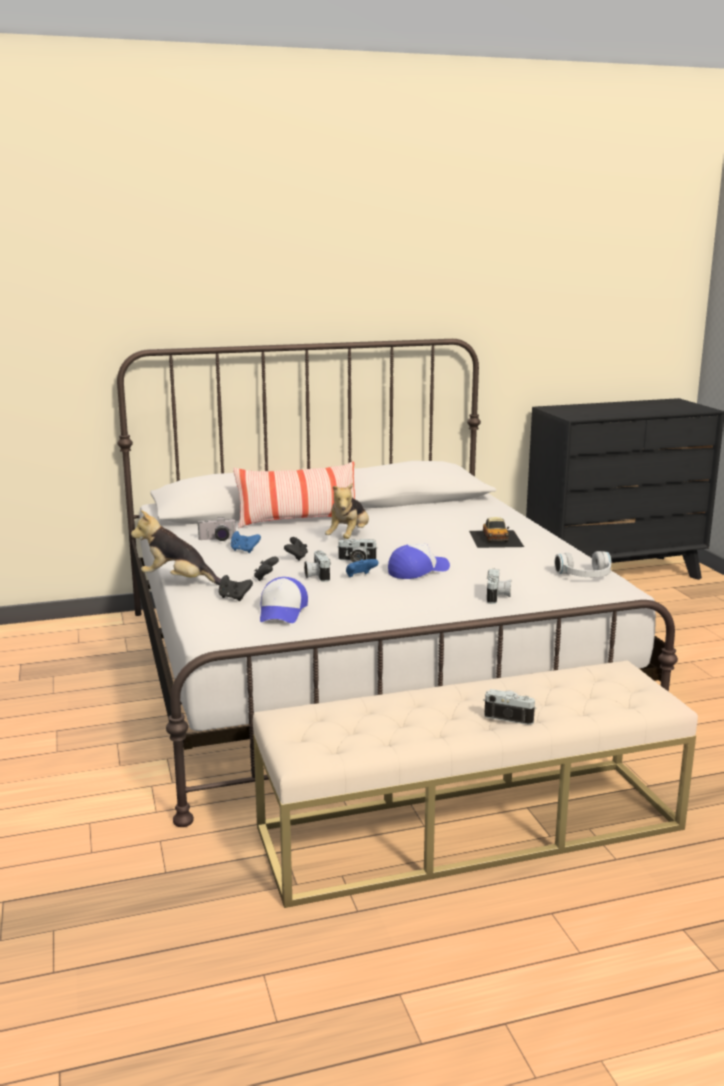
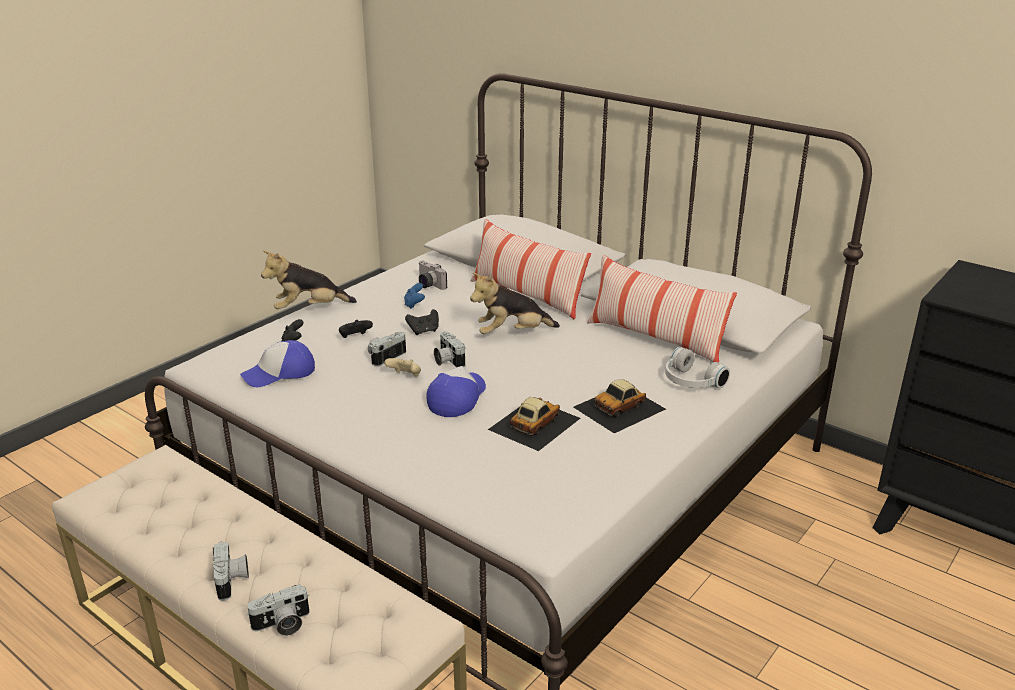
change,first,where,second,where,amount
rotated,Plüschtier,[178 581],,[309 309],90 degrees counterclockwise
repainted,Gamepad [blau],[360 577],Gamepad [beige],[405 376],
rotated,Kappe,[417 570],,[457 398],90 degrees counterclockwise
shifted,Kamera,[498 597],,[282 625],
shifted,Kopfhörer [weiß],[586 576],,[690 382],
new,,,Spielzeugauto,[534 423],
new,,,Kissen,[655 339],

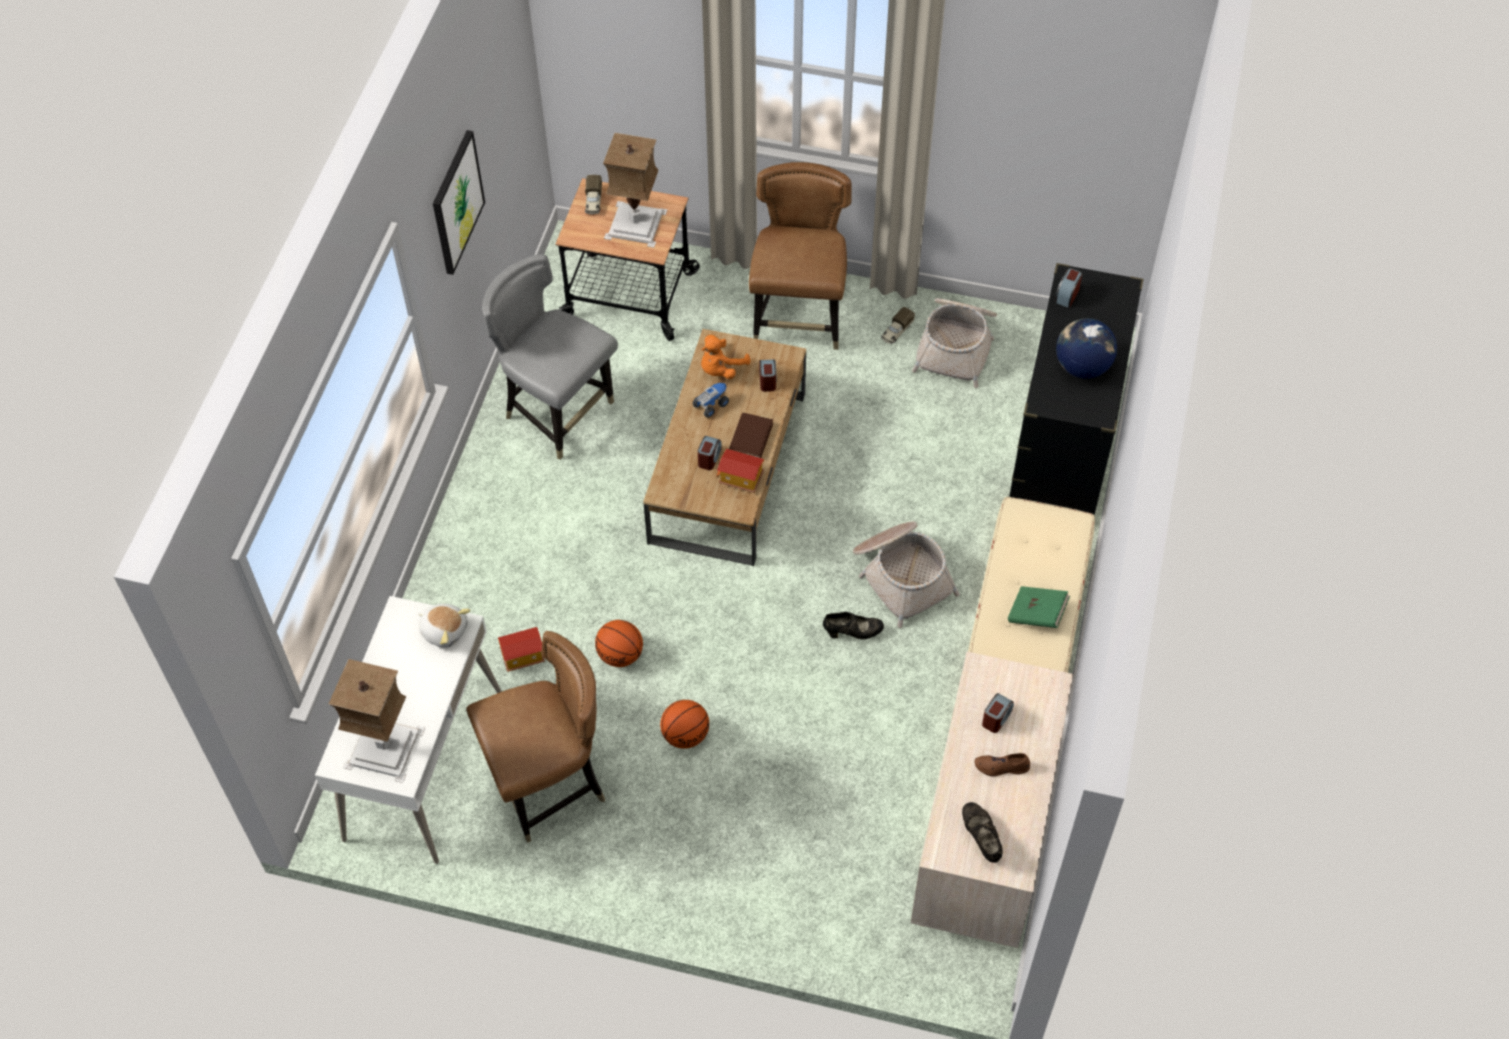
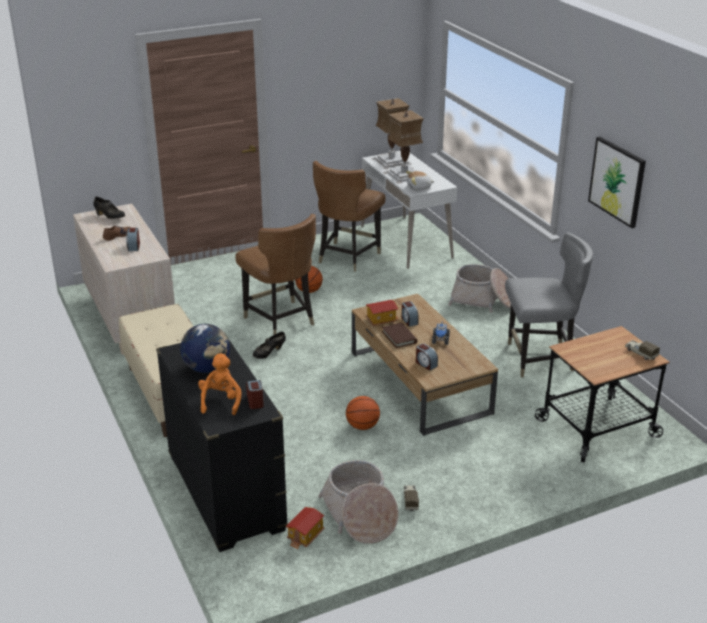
change,first,where,second,where,amount
shifted,Spielzeughaus,[523 655],,[306 536],
shifted,Basketball,[621 655],,[362 426],
shifted,Tischlampe,[636 225],,[403 175],
shifted,Plüschtier [orange],[721 369],,[221 401],
shifted,Stuhl [braun],[799 319],,[280 320],
shifted,Korb,[901 576],,[482 300],
gone,Buch [grün],[1037 615],,,

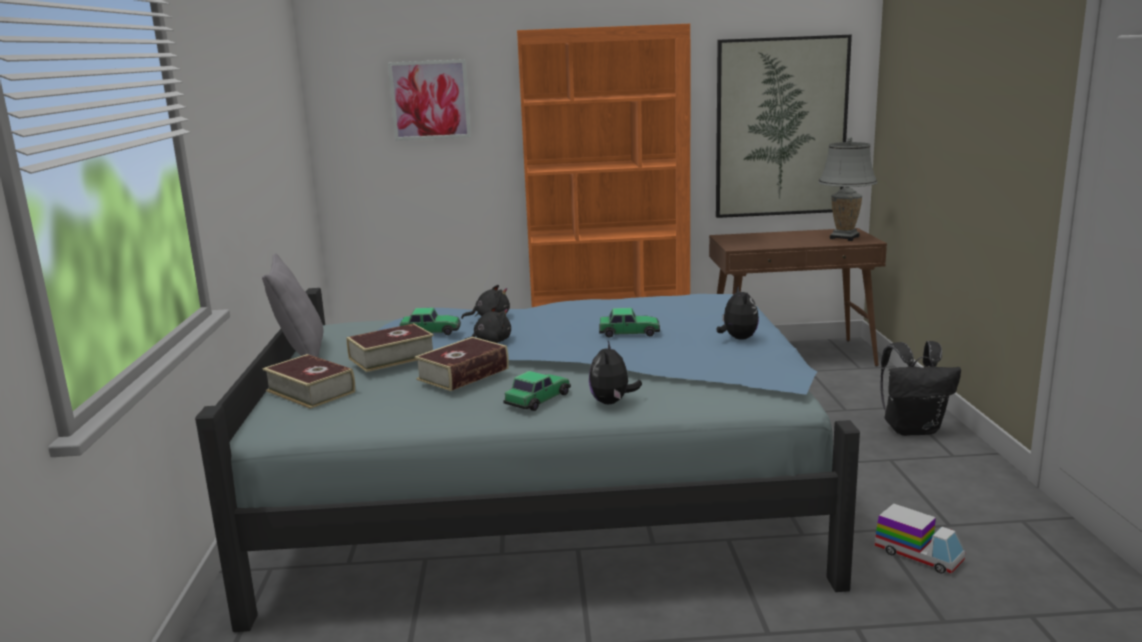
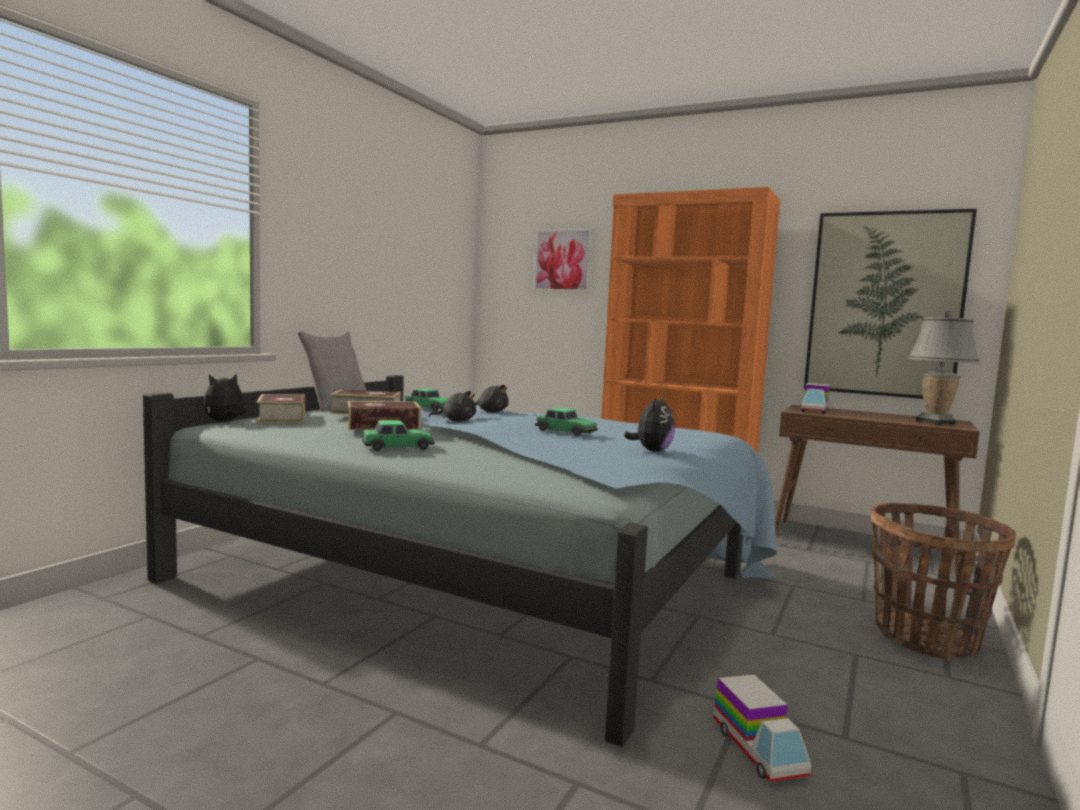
change,first,where,second,where,amount
shifted,Plüschtier,[612 402],,[225 422],
swapped,Rucksack [schwarz],[913 429],Korb,[926 638],
new,,,Spielzeuglaster,[814 410],

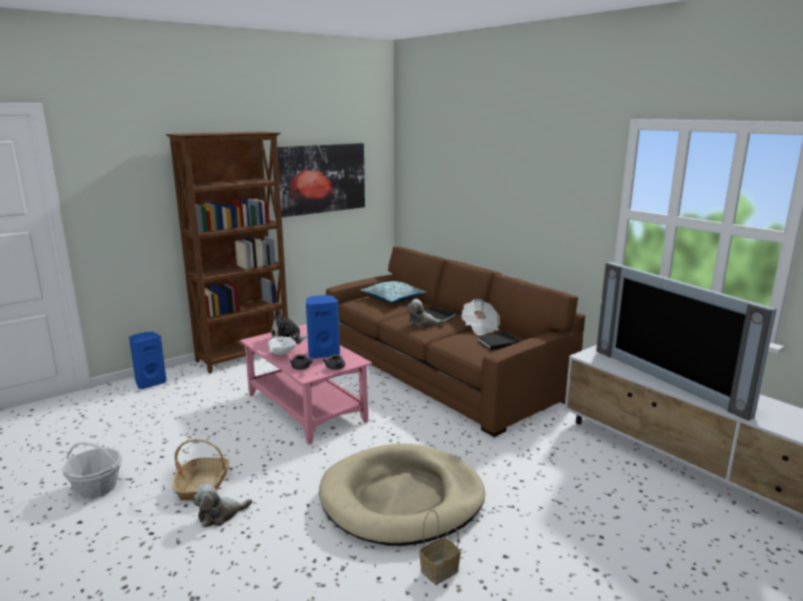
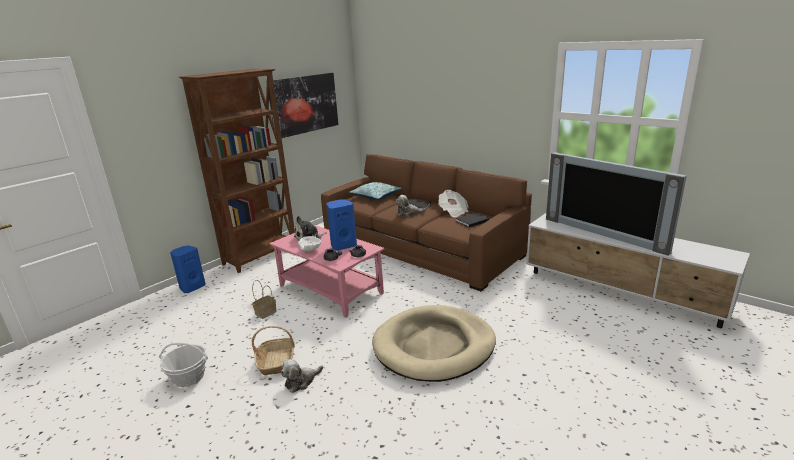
change,first,where,second,where,amount
shifted,Korb,[439 571],,[265 313],

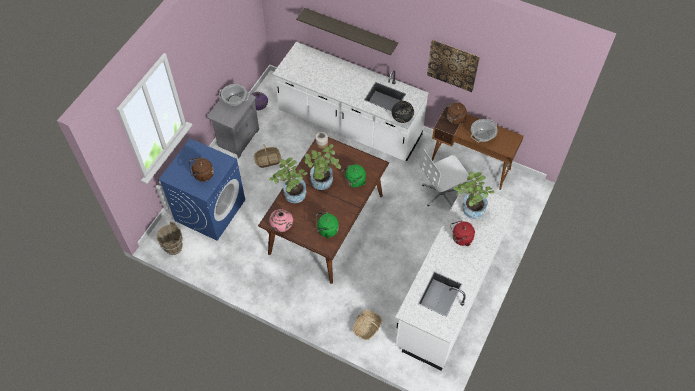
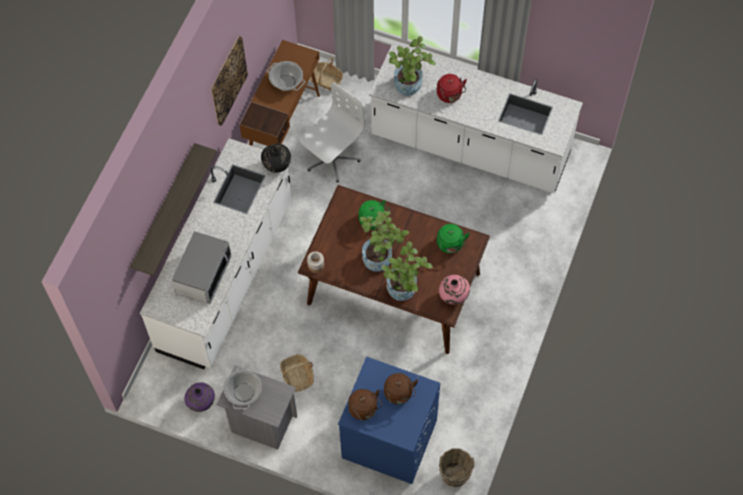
change,first,where,second,where,amount
shifted,Korb,[367 327],,[325 80],
rotated,Bürostuhl [weiß],[442 193],,[332 159],105 degrees counterclockwise
shifted,Wasserkessel [braun],[454 119],,[364 410],
new,,,Mikrowelle,[203 275],

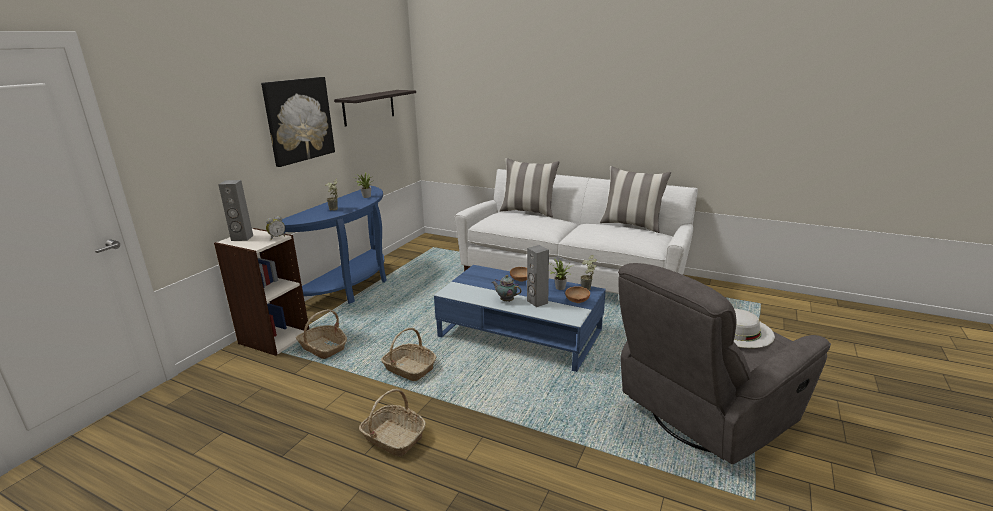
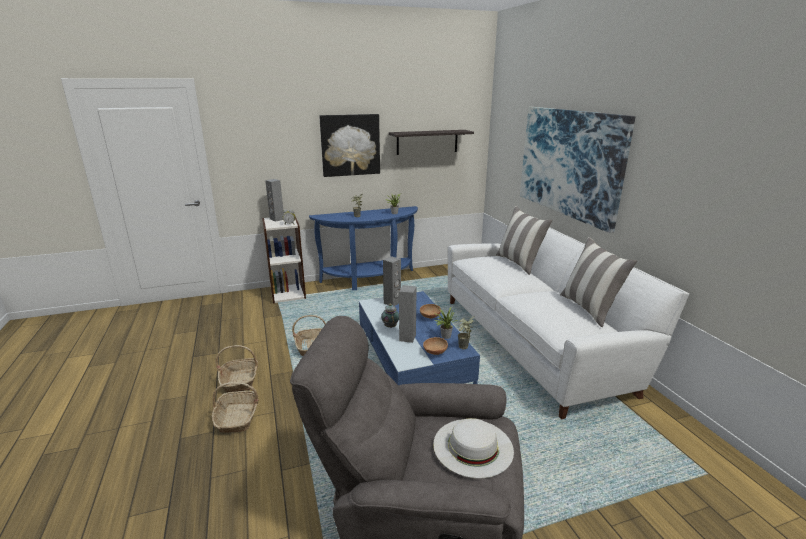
change,first,where,second,where,amount
shifted,Korb,[323 348],,[237 418],
new,,,Lautsprecher [grau],[392 303],
new,,,Bild,[569 163],

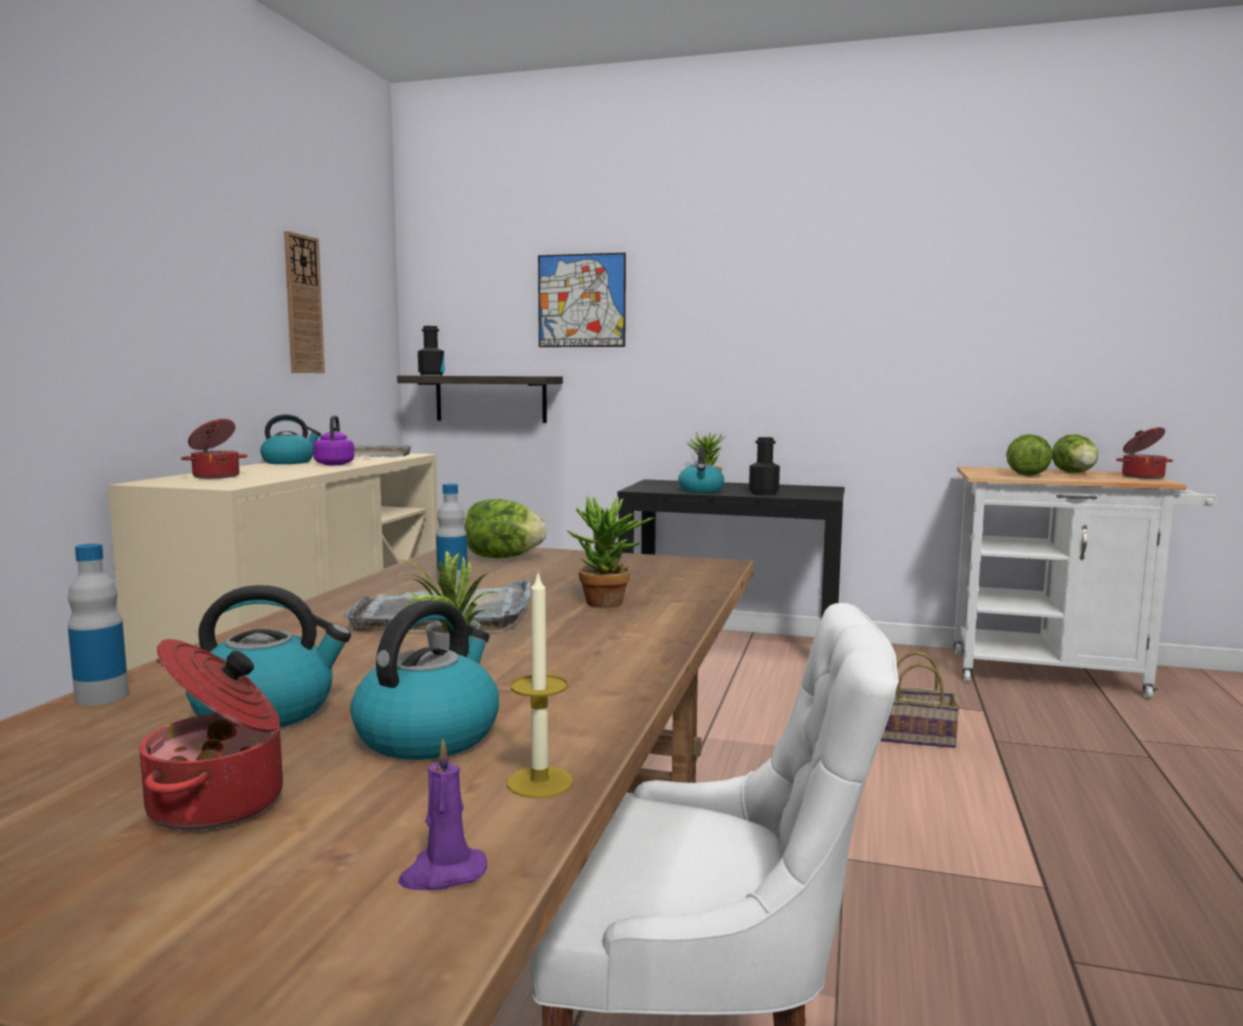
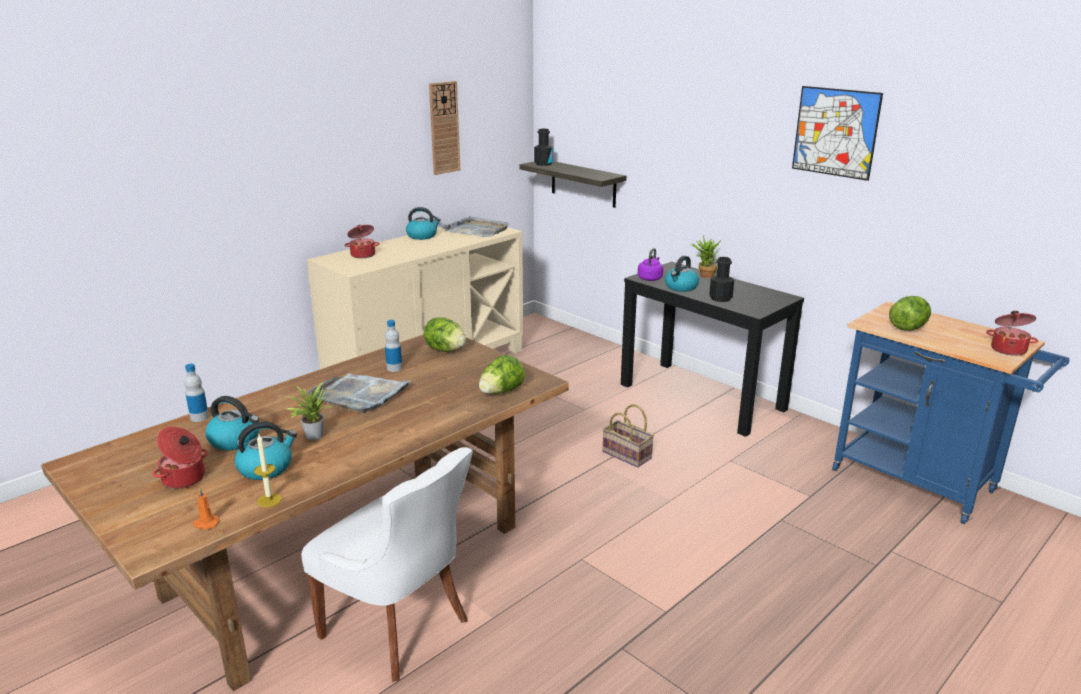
change,first,where,second,where,amount
shifted,Wasserkessel [lila],[335 464],,[650 278],
repainted,Kerze [lila],[442 874],Kerze [orange],[206 524],
shifted,Bild,[581 301],,[835 132],
gone,Topfpflanze,[609 605],,,
shifted,Korb,[917 737],,[628 455],
repainted,Rollwagen [weiß],[1059 675],Rollwagen [blau],[923 484],
shifted,Salatkopf,[1076 473],,[501 392],

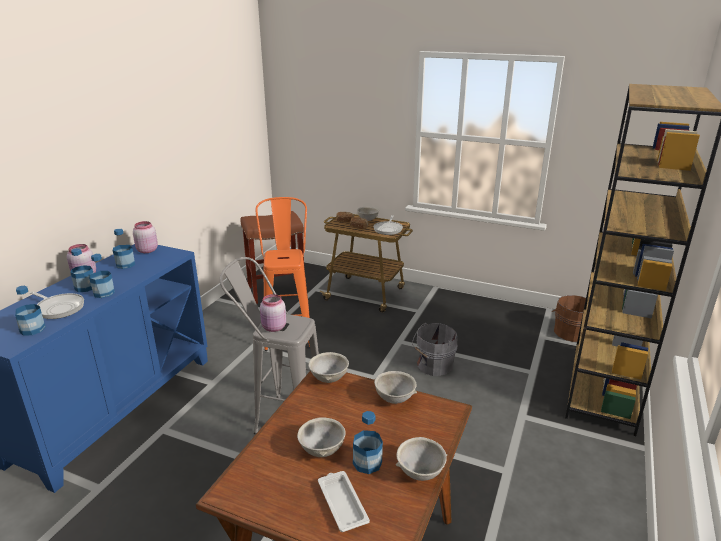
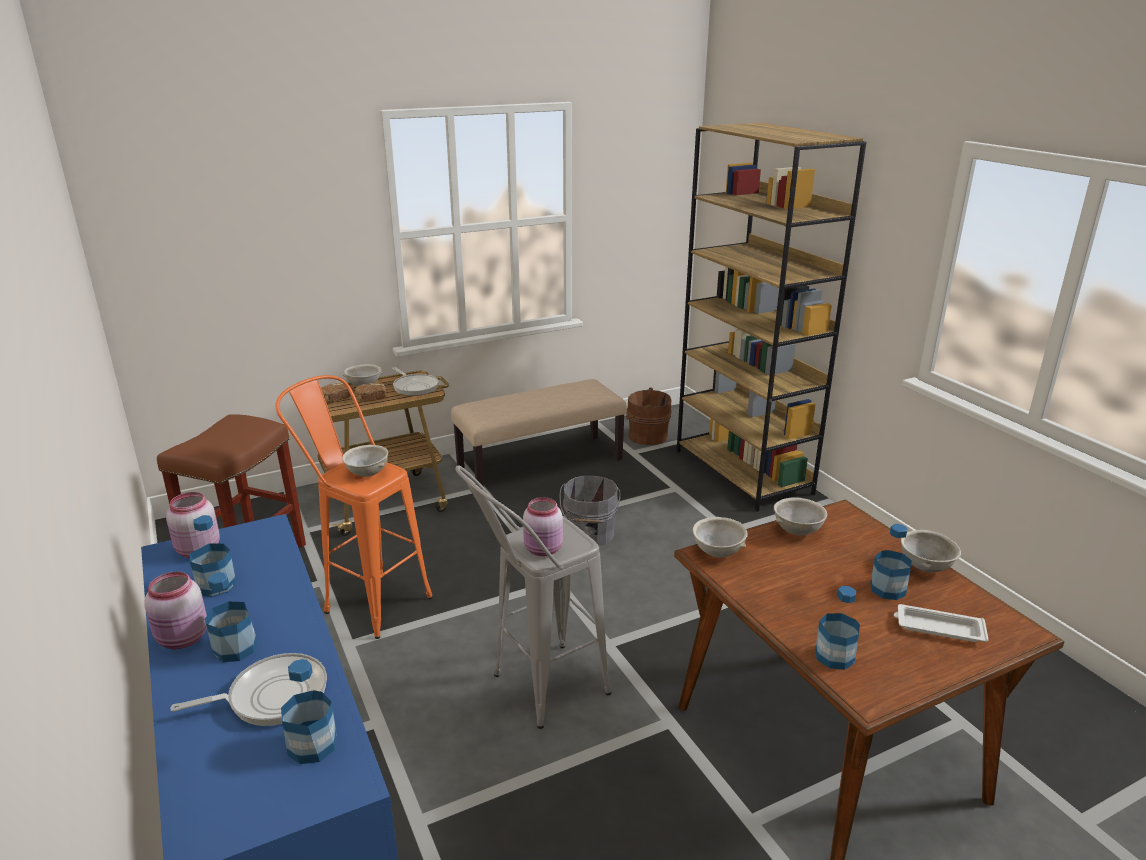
change,first,where,second,where,amount
shifted,Flasche,[104 293],,[834 656],
shifted,Schüssel [grau],[321 450],,[367 474],
new,,,Bank [beige],[540 463],

